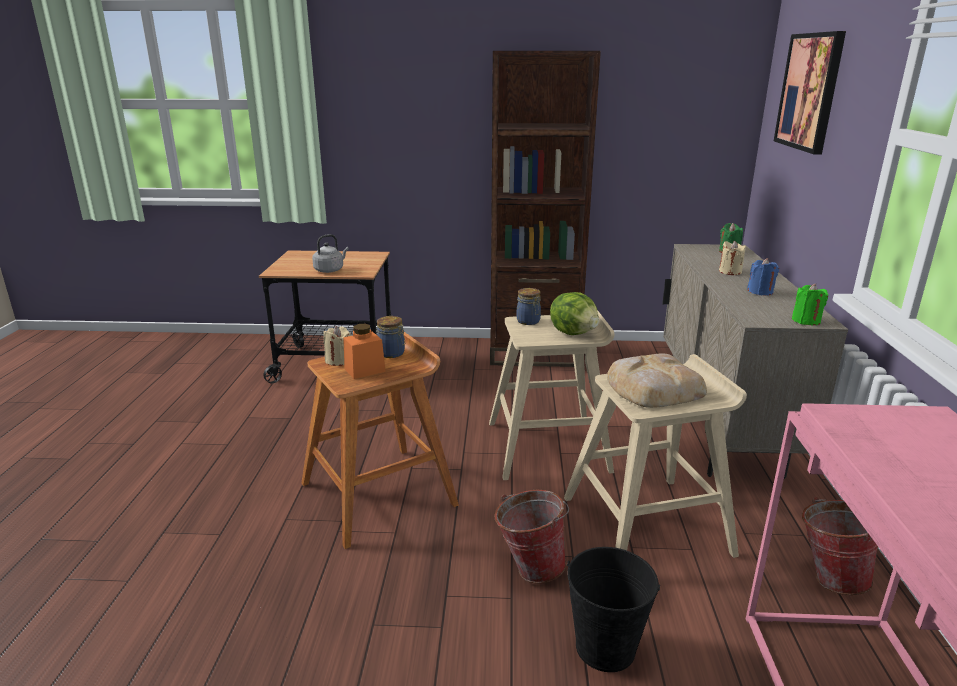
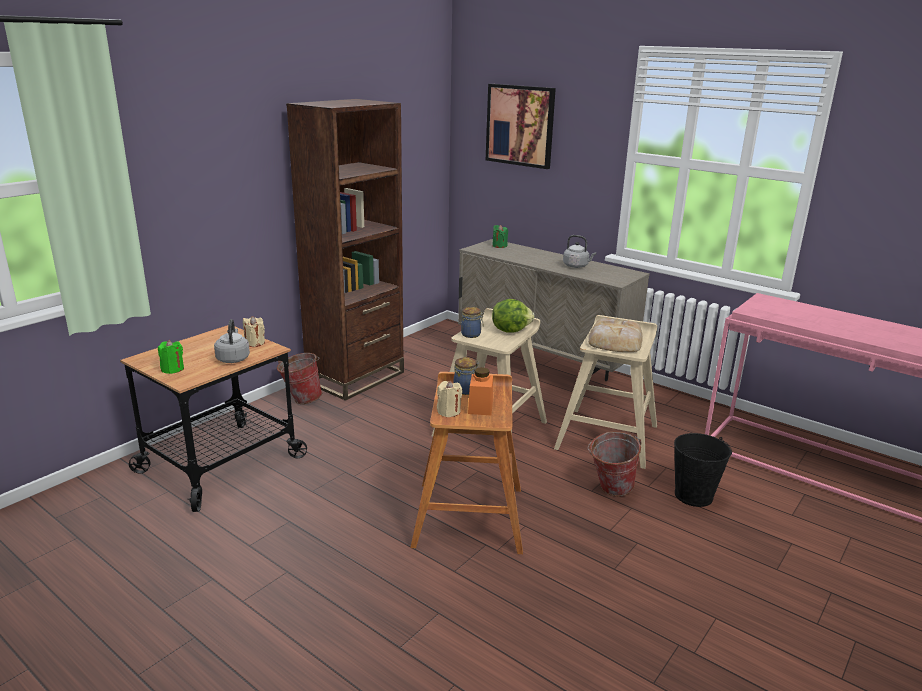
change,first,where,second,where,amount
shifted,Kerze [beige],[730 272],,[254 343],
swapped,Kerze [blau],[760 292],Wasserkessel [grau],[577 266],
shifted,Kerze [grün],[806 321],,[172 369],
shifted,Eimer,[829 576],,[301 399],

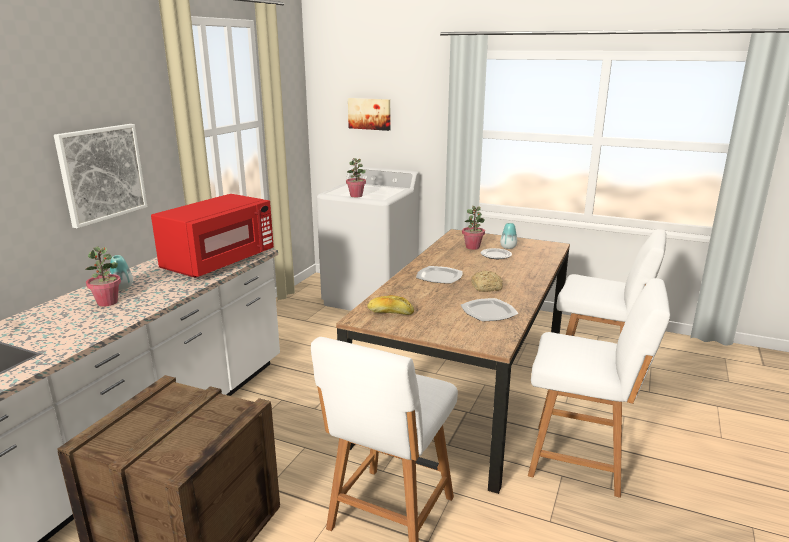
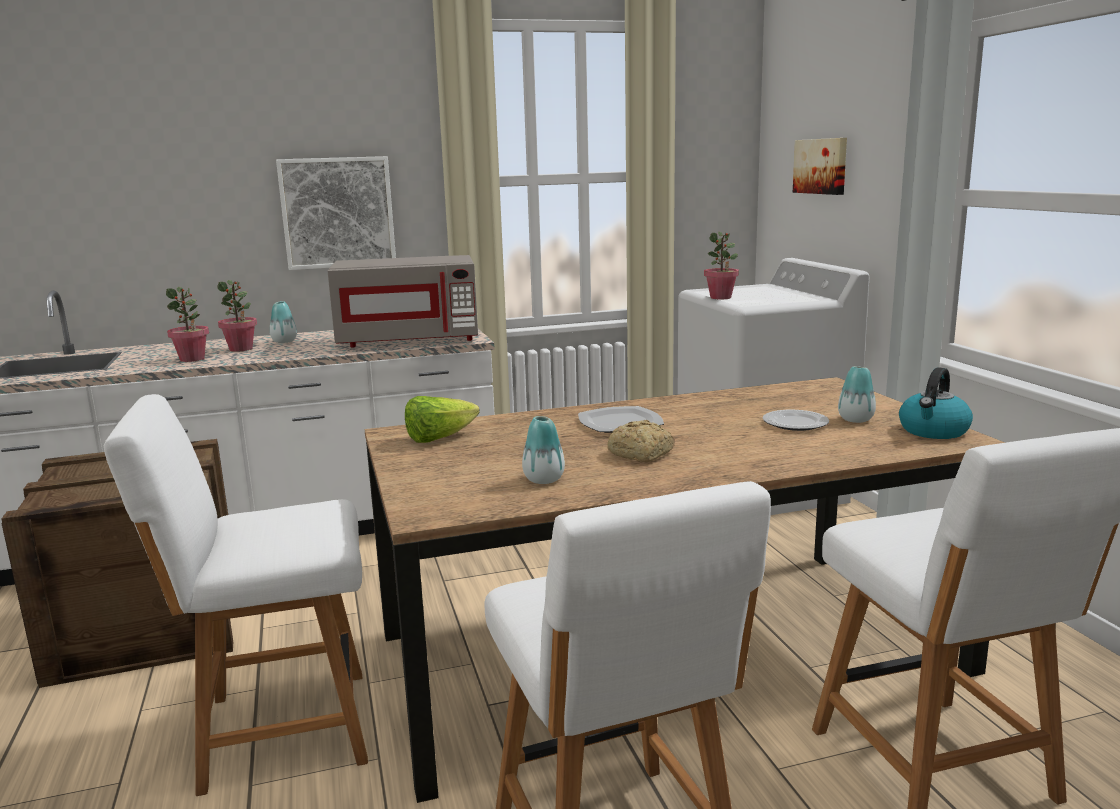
change,first,where,second,where,amount
repainted,Mikrowelle [rot],[219 262],Mikrowelle [grau],[409 340],
swapped,Brot,[390 313],Salatkopf,[439 438],
swapped,Teller,[488 312],Vase,[544 480],
shifted,Topfpflanze,[472 247],,[192 359],
new,,,Wasserkessel,[933 431],

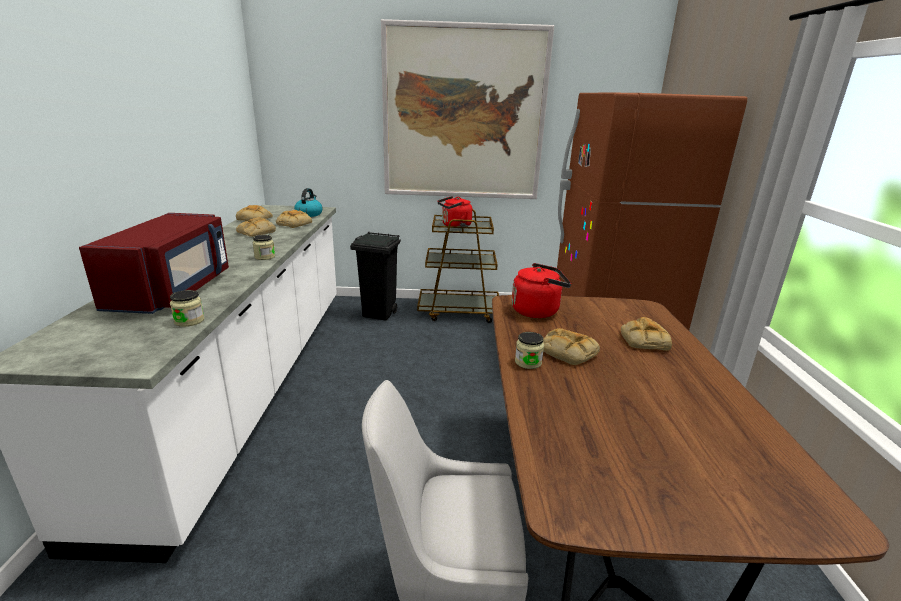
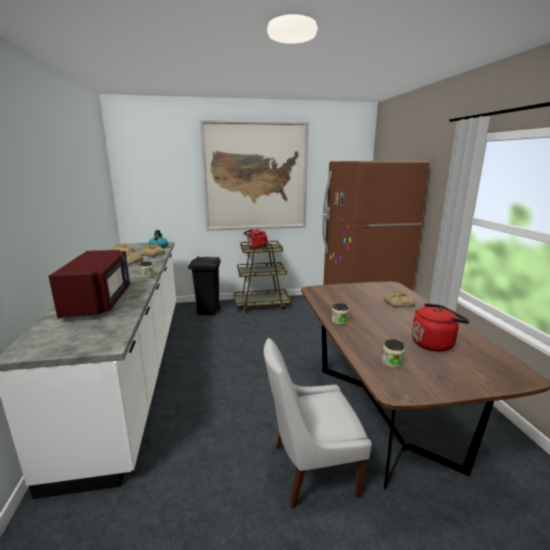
change,first,where,second,where,amount
shifted,Vorratsglas,[189 321],,[392 362],
shifted,Wasserkessel [rot],[538 311],,[434 343],
gone,Brot,[567 352],,,

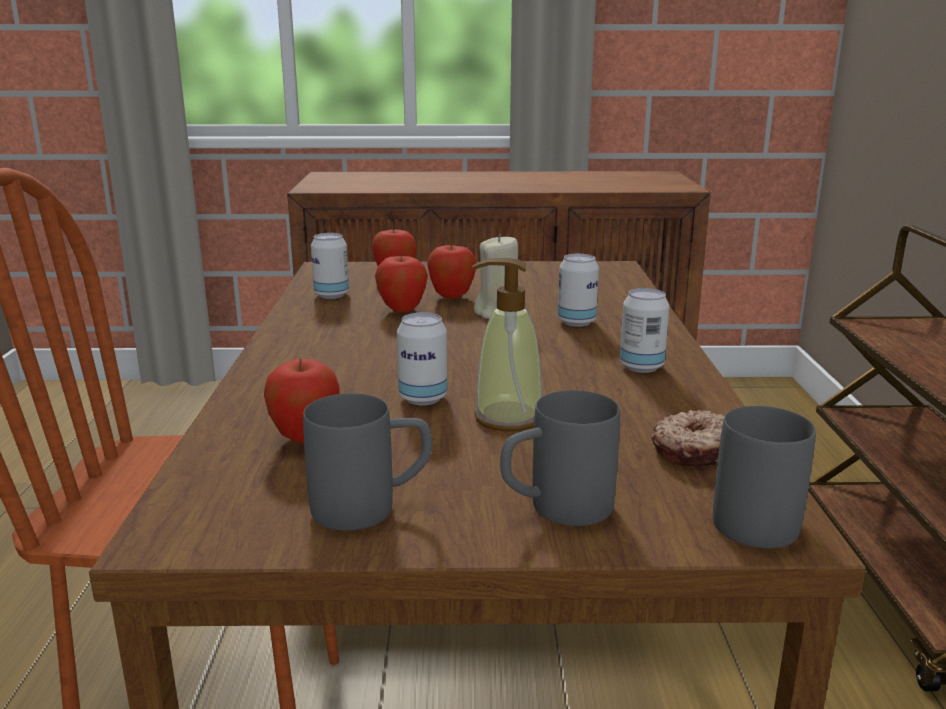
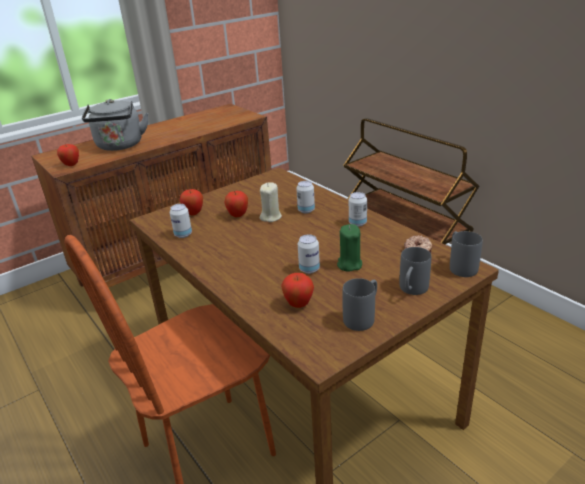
change,first,where,second,where,amount
shifted,Apfel,[402 310],,[71 165],
swapped,Seifenspender,[508 418],Kerze [grün],[349 264],
new,,,Wasserkessel [grau],[120 146],

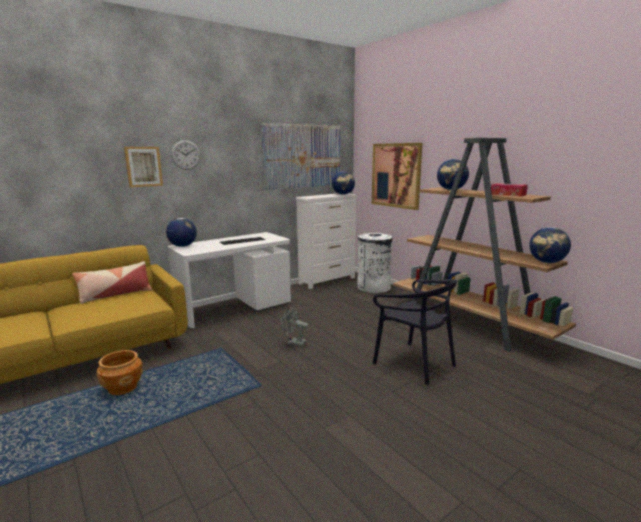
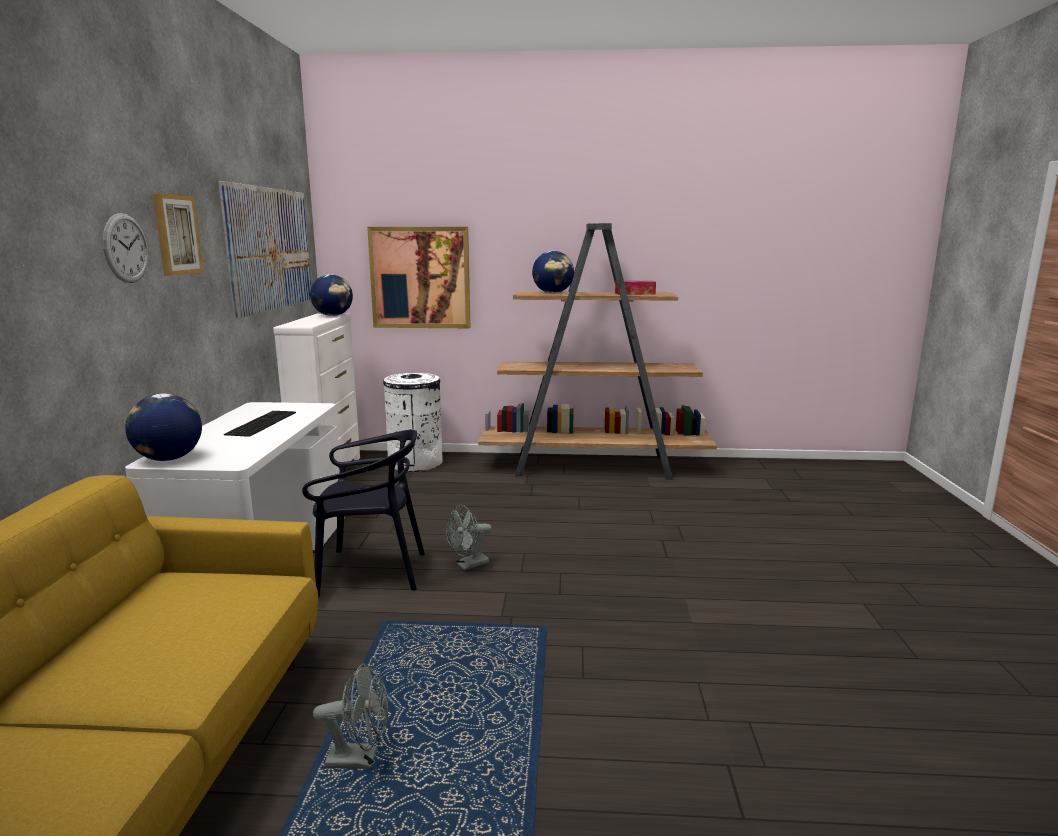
change,first,where,second,where,amount
gone,Kissen,[115 295],,,
swapped,Pflanzkübel [braun],[123 388],Ventilator [grau],[360 759],
shifted,Bild,[143 166],,[176 235],
shifted,Stuhl [schwarz],[414 363],,[371 572],
gone,Globus,[547 262],,,

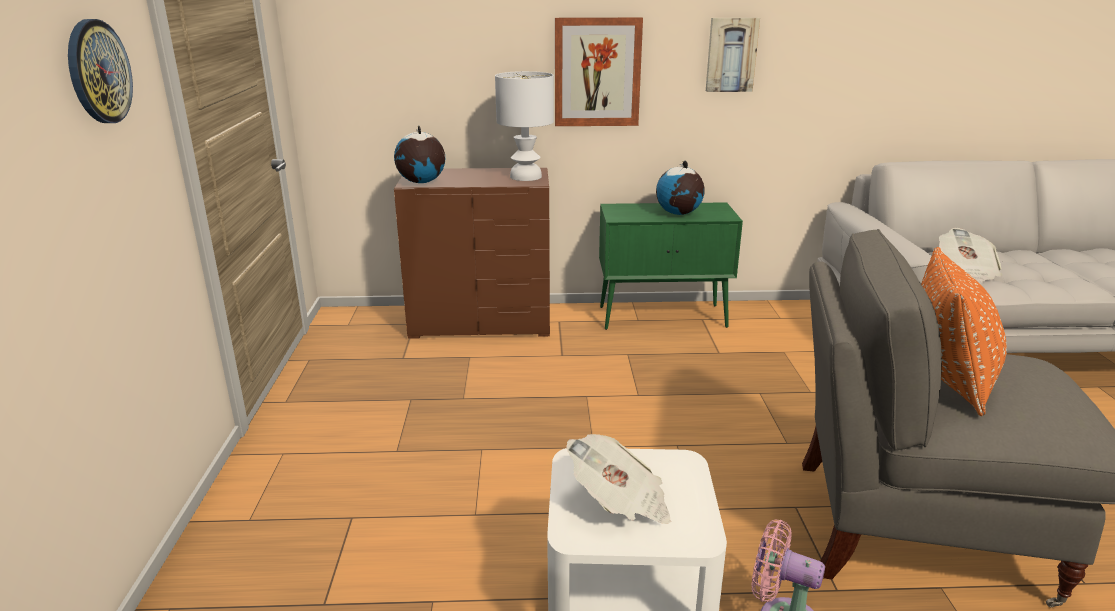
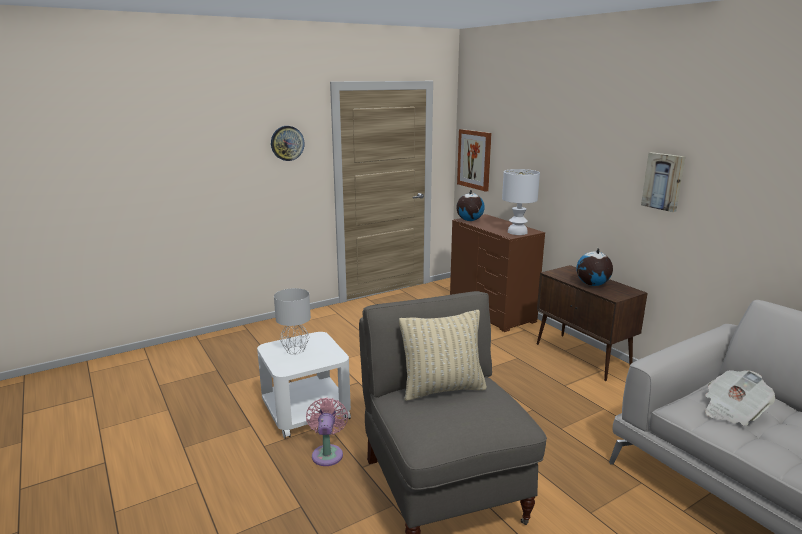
change,first,where,second,where,amount
shifted,Bild,[597 72],,[474 159],
swapped,Zeitung,[620 502],Tischlampe [grau],[295 350],
repainted,Schrank [grün],[663 317],Schrank [braun],[583 357],
repainted,Kissen [orange],[947 380],Kissen [beige],[442 389],

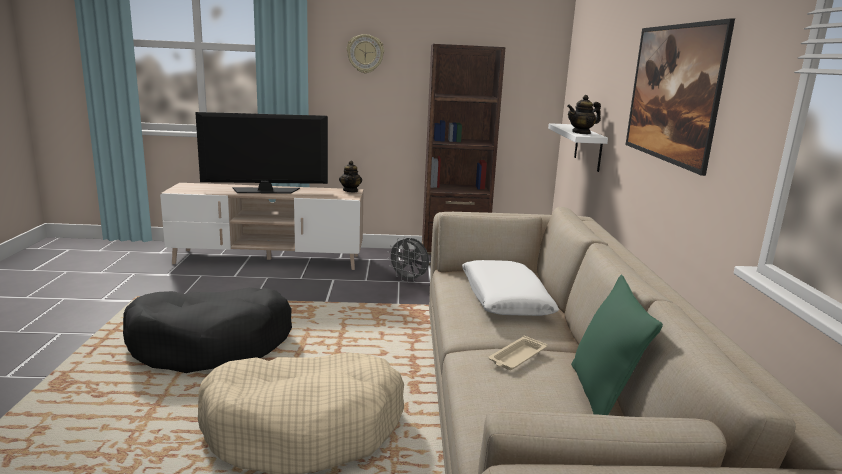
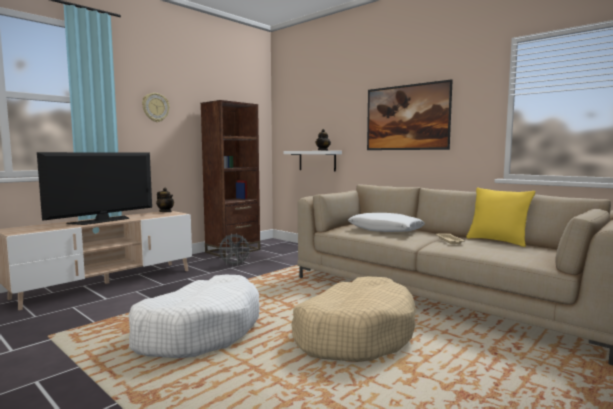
change,first,where,second,where,amount
repainted,Hundebett [schwarz],[211 344],Hundebett [weiß],[198 331],
repainted,Kissen [grün],[601 396],Kissen [gelb],[497 241],

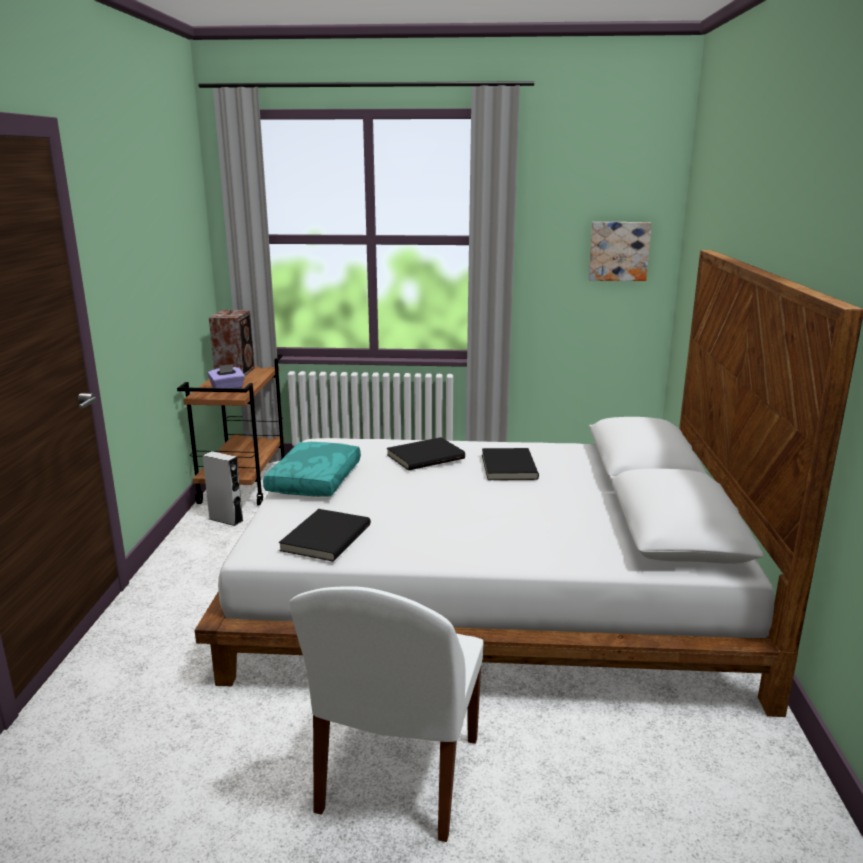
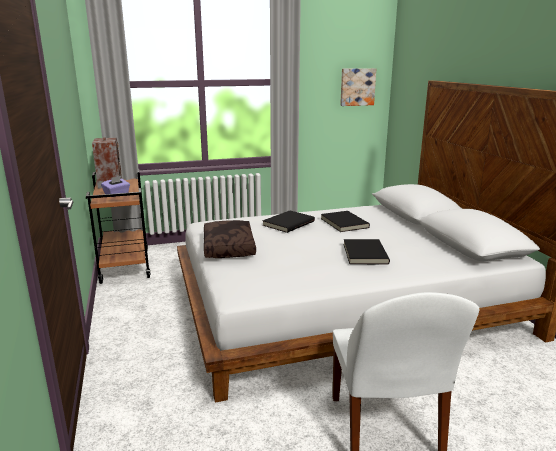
change,first,where,second,where,amount
gone,Lautsprecher [grau],[226 520],,,
repainted,Kissen [türkis],[316 481],Kissen [braun],[230 247],
shifted,Buch [schwarz],[324 537],,[364 254],

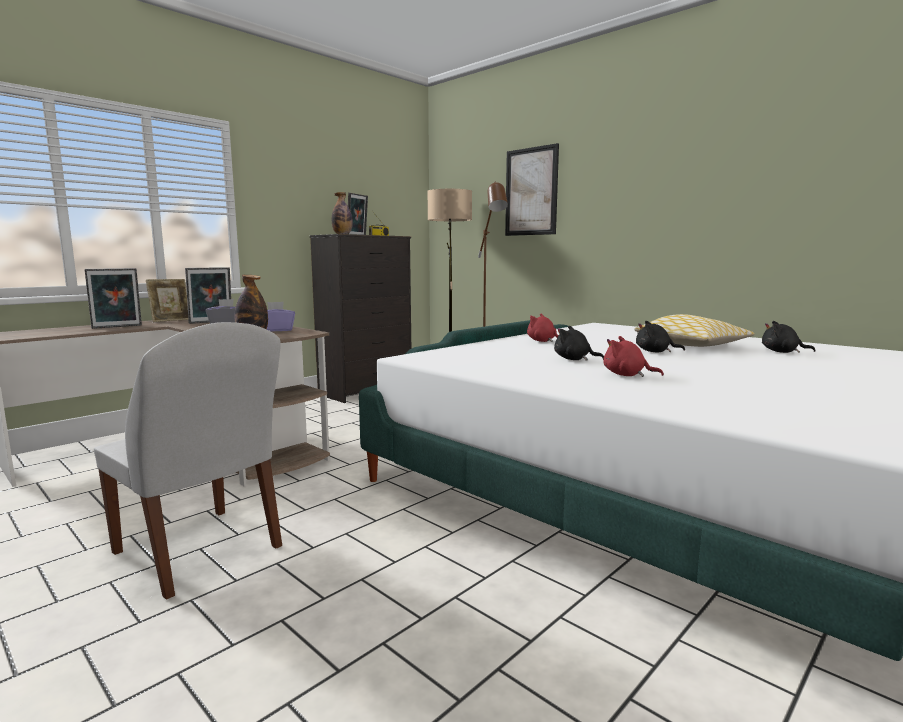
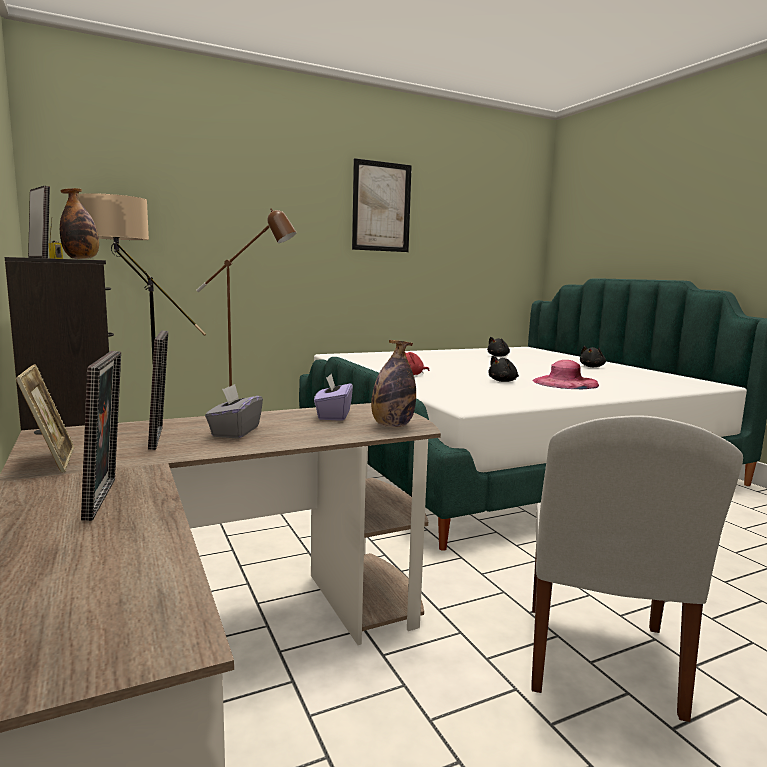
change,first,where,second,where,amount
rotated,Stuhl [weiß],[200 552],,[599 662],135 degrees clockwise
shifted,Bild,[531 192],,[381 207],
swapped,Plüschtier [rot],[627 375],Hut [rosa],[565 382],
gone,Kissen,[692 345],,,
shifted,Plüschtier [schwarz],[655 352],,[592 367],

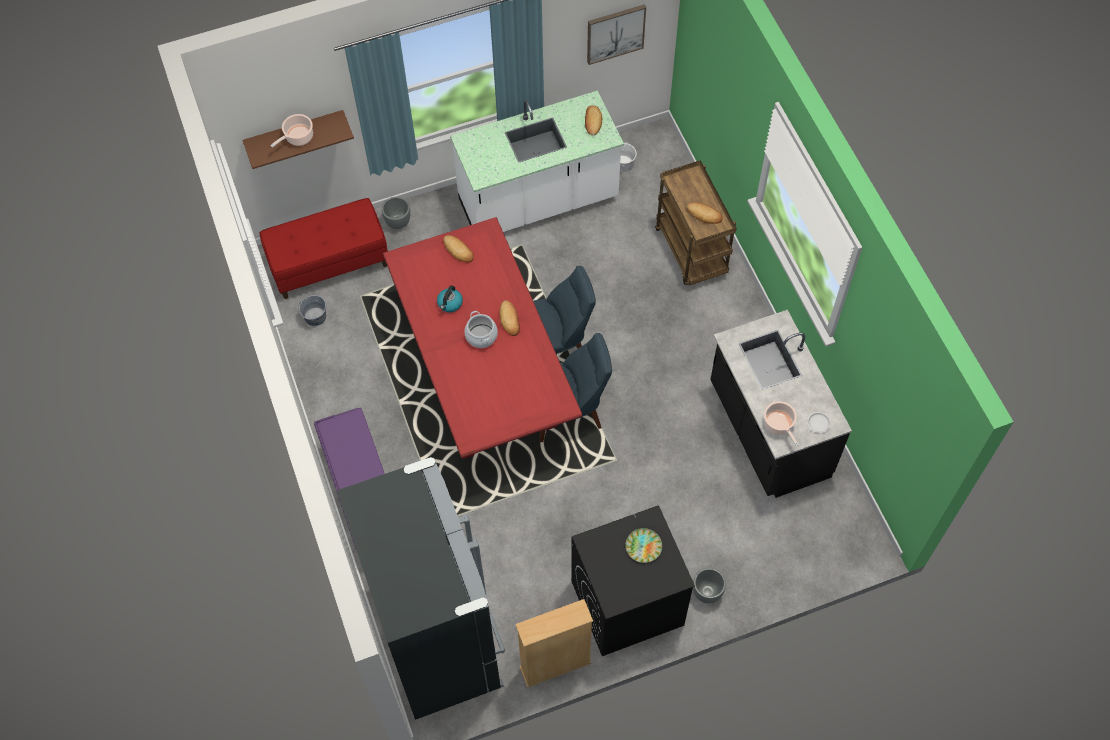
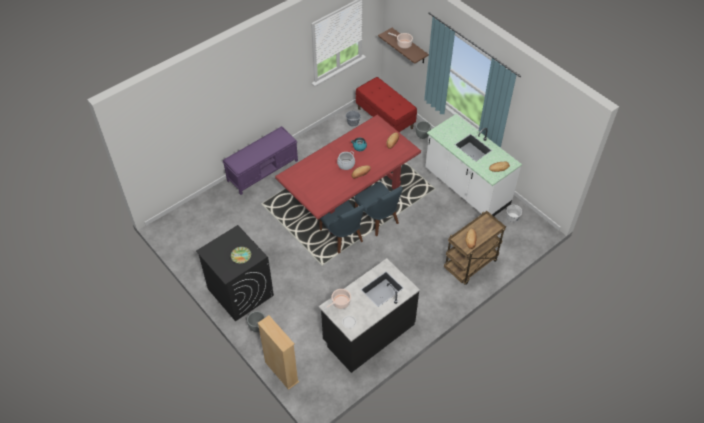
change,first,where,second,where,amount
gone,Kühlschrank [schwarz],[438 636],,,
shifted,Bücherregal [beige],[555 665],,[281 372],
gone,Bild,[615 33],,,

